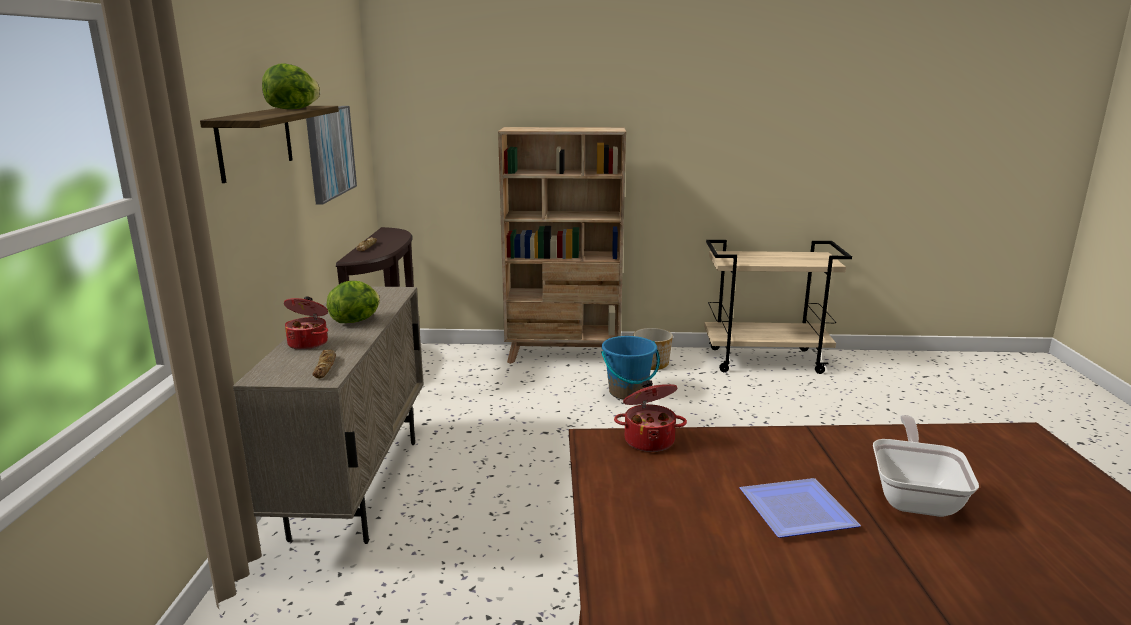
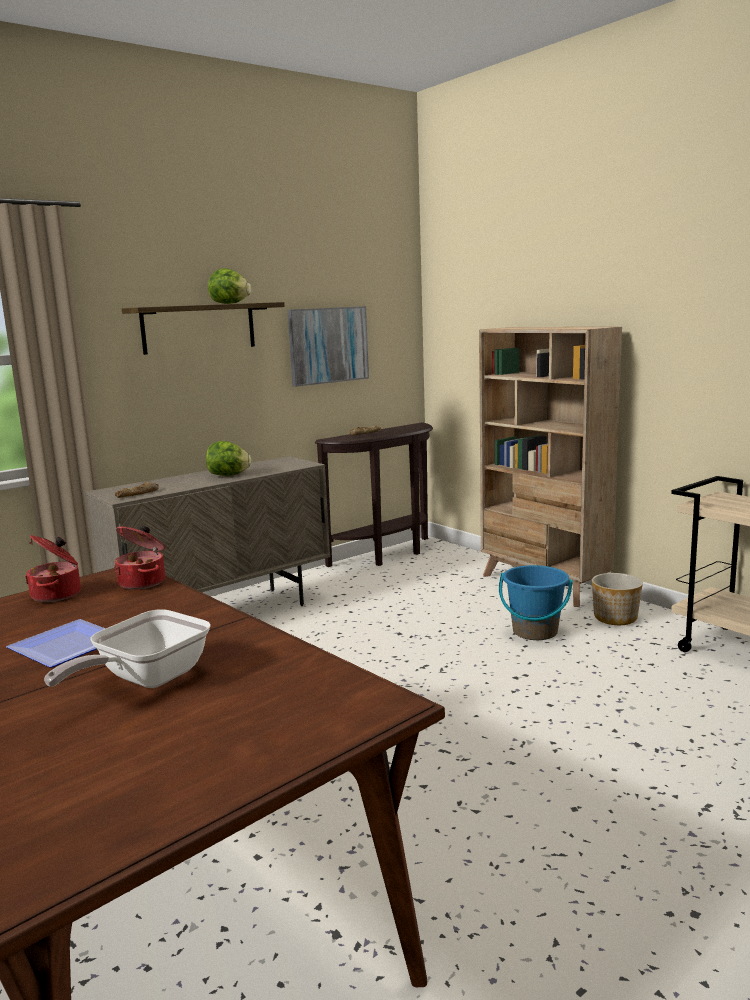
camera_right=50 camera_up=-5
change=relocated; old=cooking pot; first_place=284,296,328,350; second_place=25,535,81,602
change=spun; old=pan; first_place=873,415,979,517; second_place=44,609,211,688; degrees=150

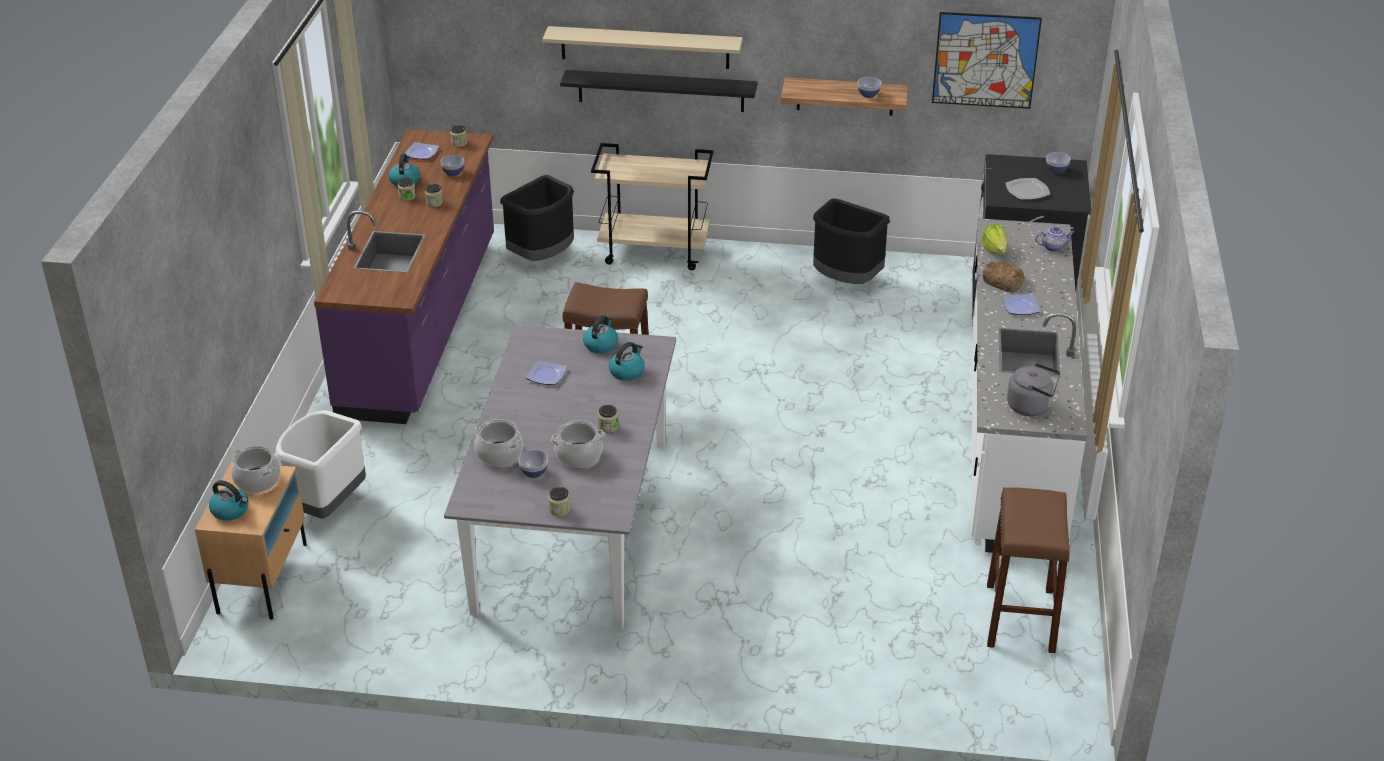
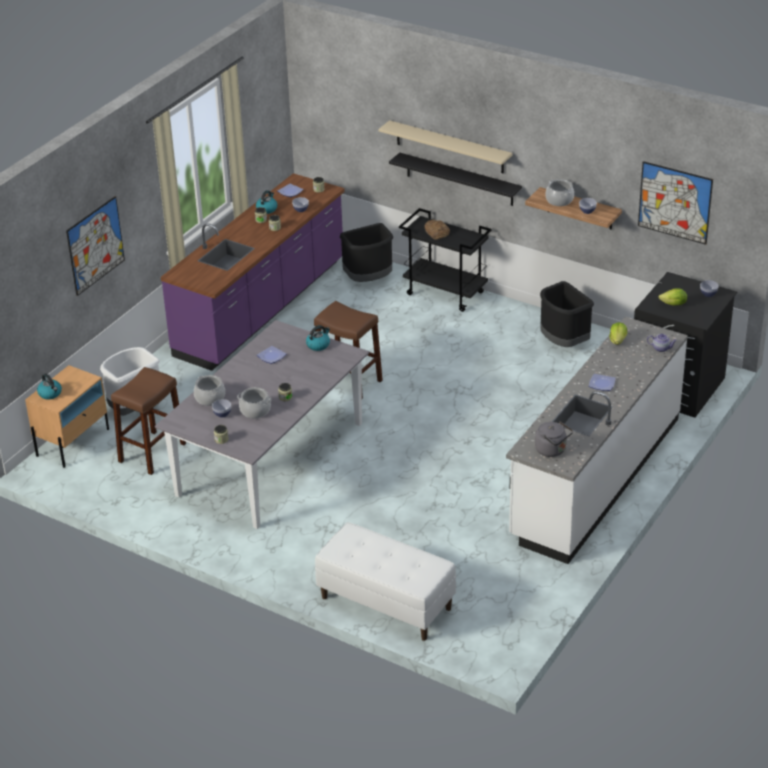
camera_right=25 camera_up=0
change=missing; old=water kettle; first_place=609,342,645,381
change=appeared; new=picture; second_place=66,196,125,296
change=appeared; new=white-coloured bench; second_place=315,522,456,641
change=relocated; old=cooking pot; first_place=231,446,281,493; second_place=545,179,574,206
change=relocated; old=baked bread; first_place=983,261,1024,292; second_place=424,219,450,240
change=relocated; old=brown sitting stool; first_place=987,488,1070,653; second_place=111,367,186,475
change=exchanged; old=dinner plate; new=lettuce head; first_place=1006,178,1050,199; second_place=658,288,687,306
change=colour; old=sand-coloured wheeled cart; new=black-coloured wheeled cart; first_place=591,143,714,270; second_place=399,208,492,312

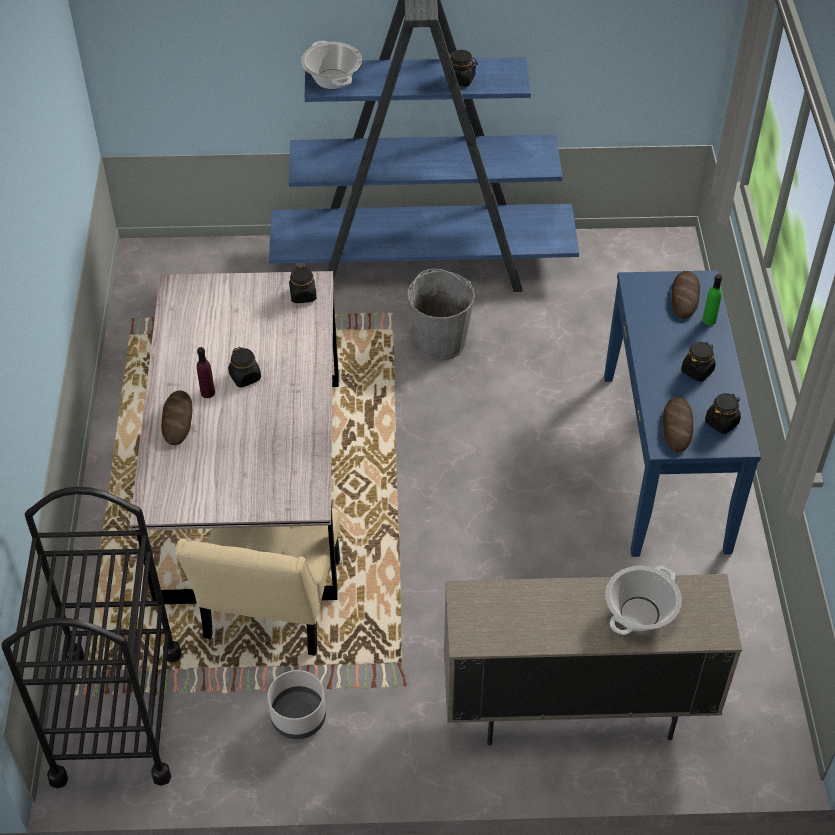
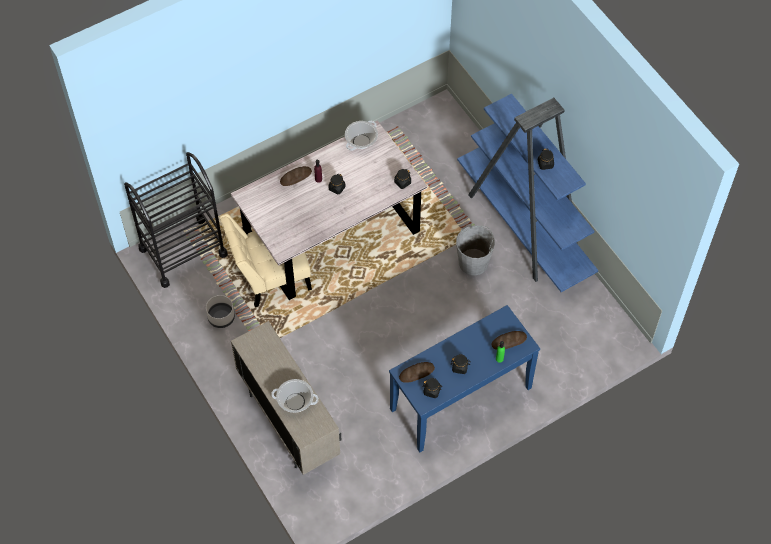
camera_right=60 camera_up=10
change=relocated; old=cooking pot; first_place=301,41,362,89; second_place=345,121,378,151

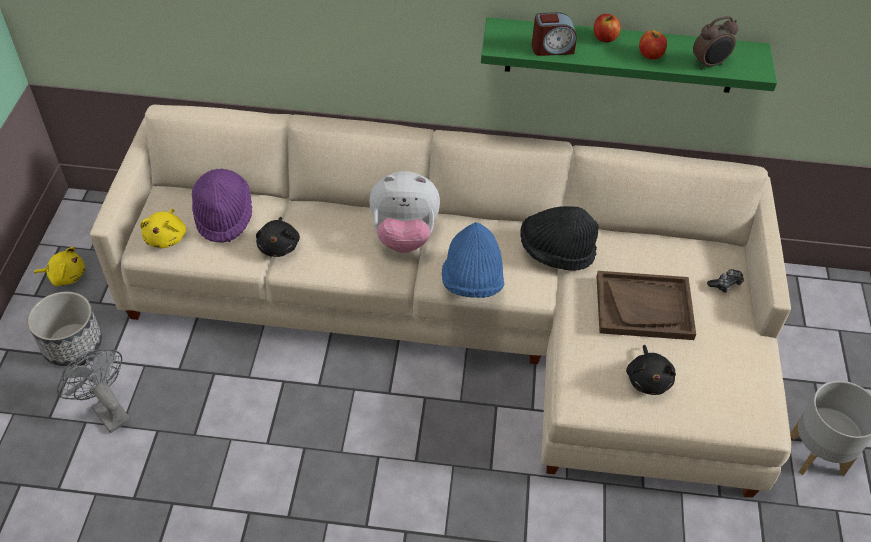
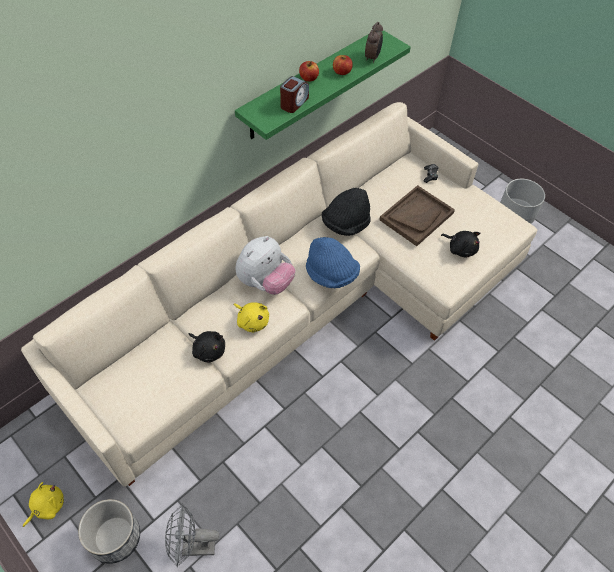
camera_right=-50 camera_up=5
change=missing; old=purple clothing hat; first_place=192,168,252,243
change=relocated; old=yellowish cuddly toy; first_place=140,209,187,248; second_place=234,302,269,332

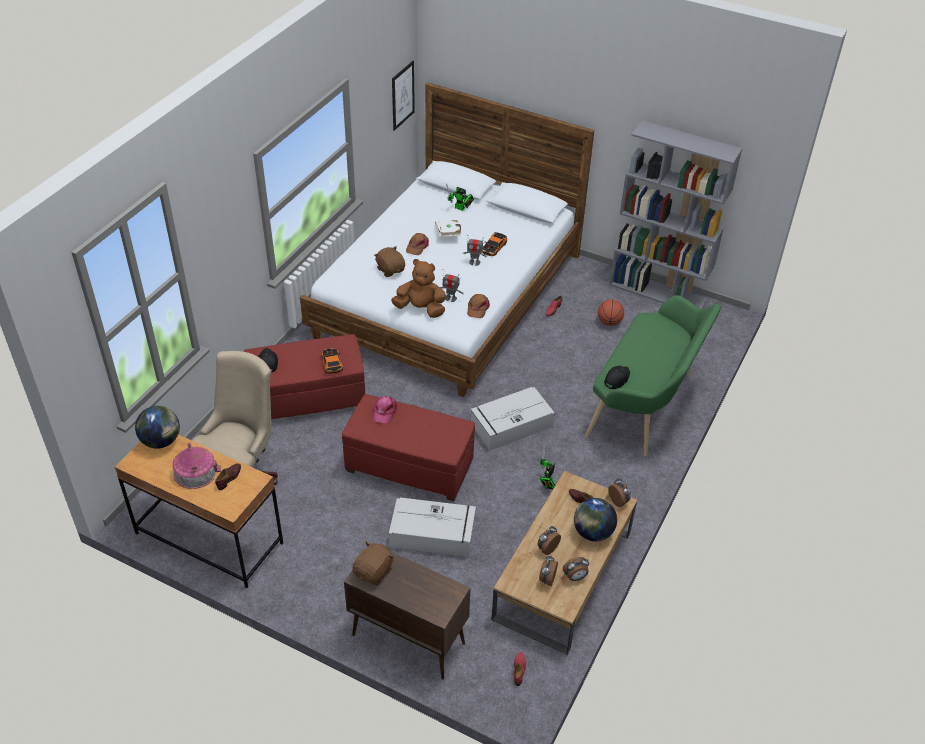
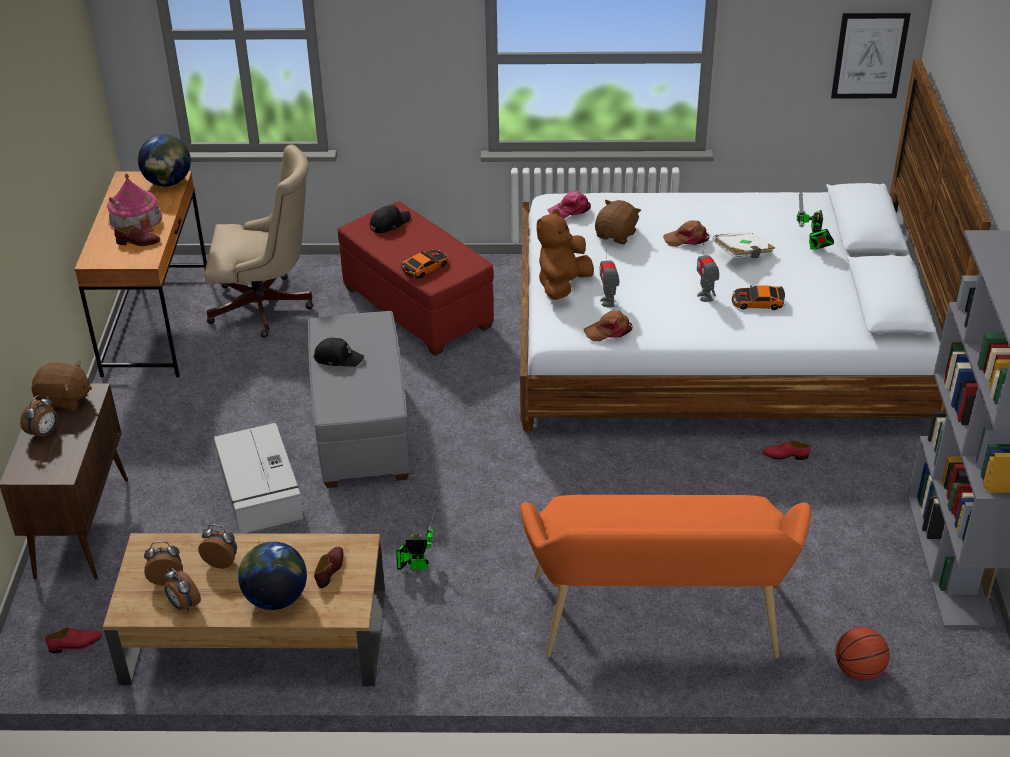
camera_right=65 camera_up=-5
change=missing; old=gray storage box; first_place=471,387,555,451
change=relocated; old=pinkish cap; first_place=373,396,397,423; second_place=547,191,591,219
change=relocated; old=ball for basketball; first_place=598,299,624,326; second_place=835,627,890,681
change=relocated; old=black-coloured cap; first_place=604,366,630,389; second_place=313,338,364,367
change=relocated; old=bedside clock; first_place=608,478,631,507; second_place=20,395,57,439
change=colour; old=red footrest; new=gray footrest; first_place=342,394,475,501; second_place=308,311,409,488
change=colour; old=greenish bench; new=orange-coloured bench; first_place=585,295,721,456; second_place=520,495,811,658
change=spun; old=brown cuddly toy; first_place=391,259,446,318; second_place=536,209,594,300; degrees=-135

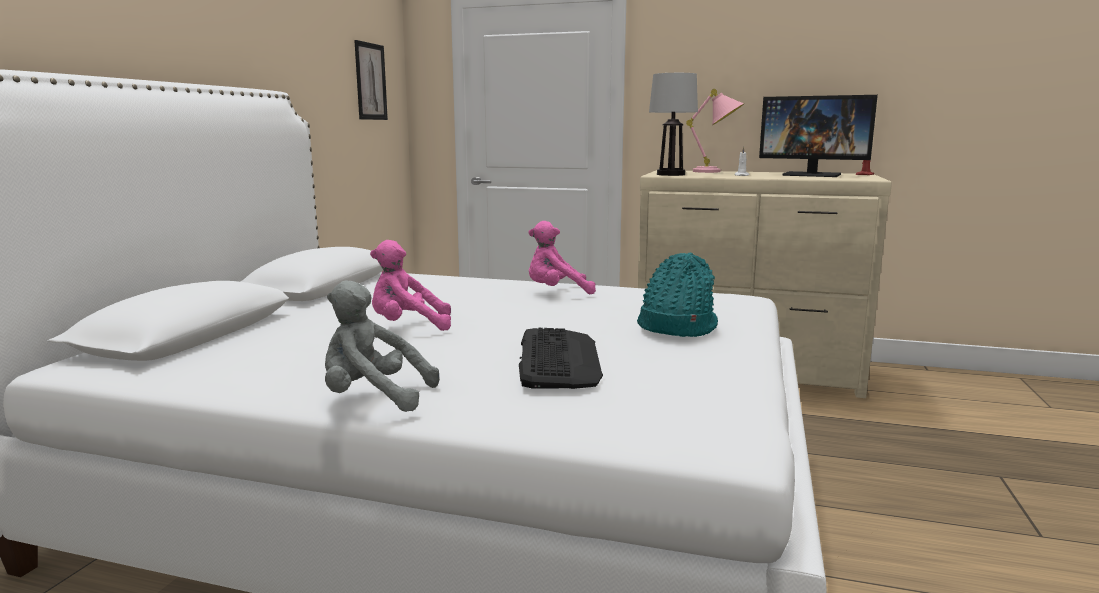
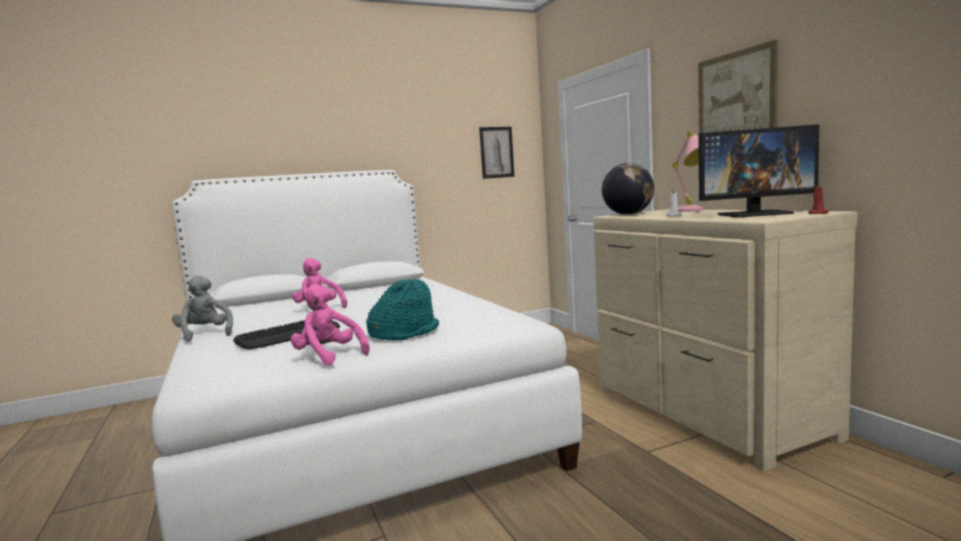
camera_right=50 camera_up=-5
change=appeared; new=picture; second_place=698,40,778,133
change=relocated; old=pinkish cuddly toy; first_place=528,221,596,294; second_place=291,284,370,365
change=exchanged; old=lamp for a table; new=desk globe; first_place=649,73,698,176; second_place=602,163,654,215
change=spun; old=computer display; first_place=759,95,878,177; second_place=698,124,819,217; degrees=-75

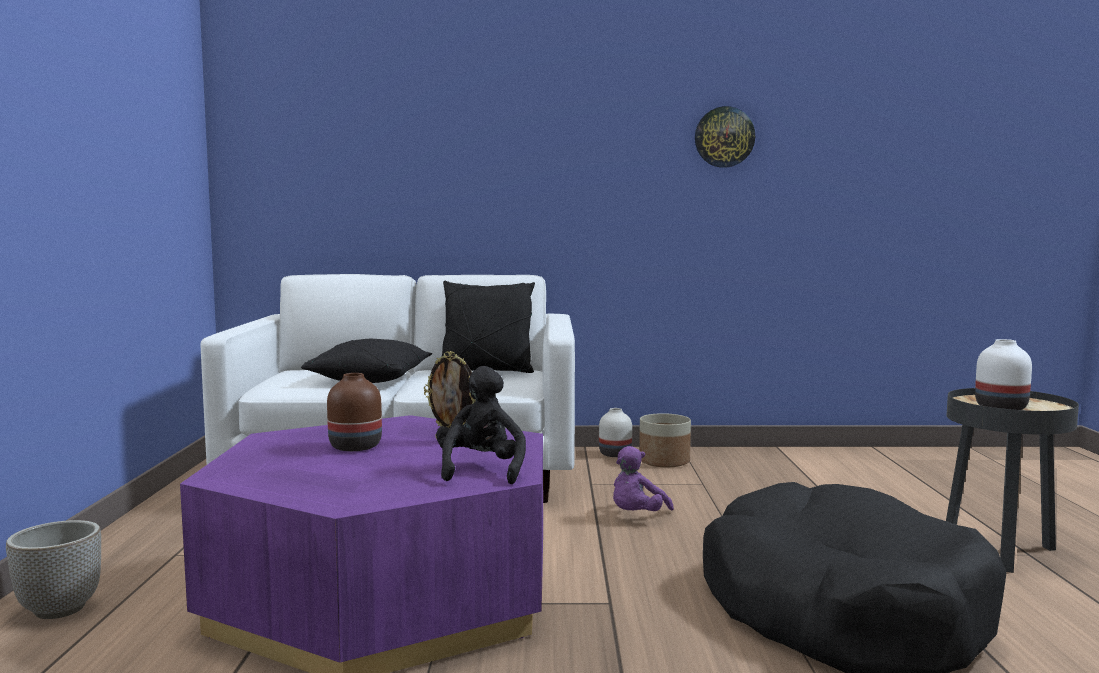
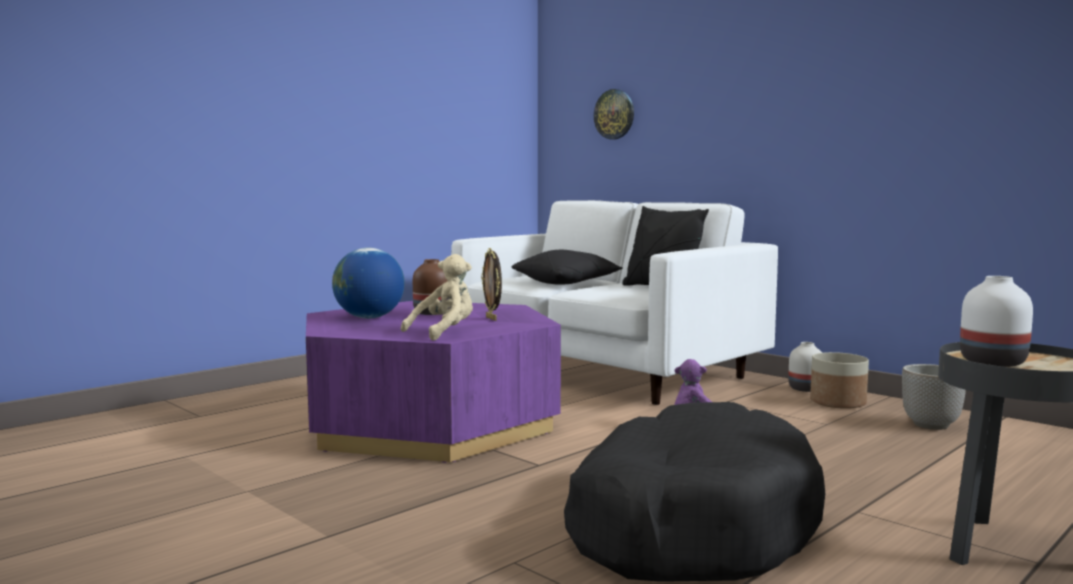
camera_right=45 camera_up=0
change=appeared; new=desk globe; second_place=332,248,405,319
change=relocated; old=plant pot; first_place=6,520,101,619; second_place=902,364,966,430
change=relocated; old=wall clock; first_place=695,106,755,168; second_place=594,89,634,140
change=colour; old=black-coloured cuddly toy; new=sand-coloured cuddly toy; first_place=436,366,526,484; second_place=401,254,473,341

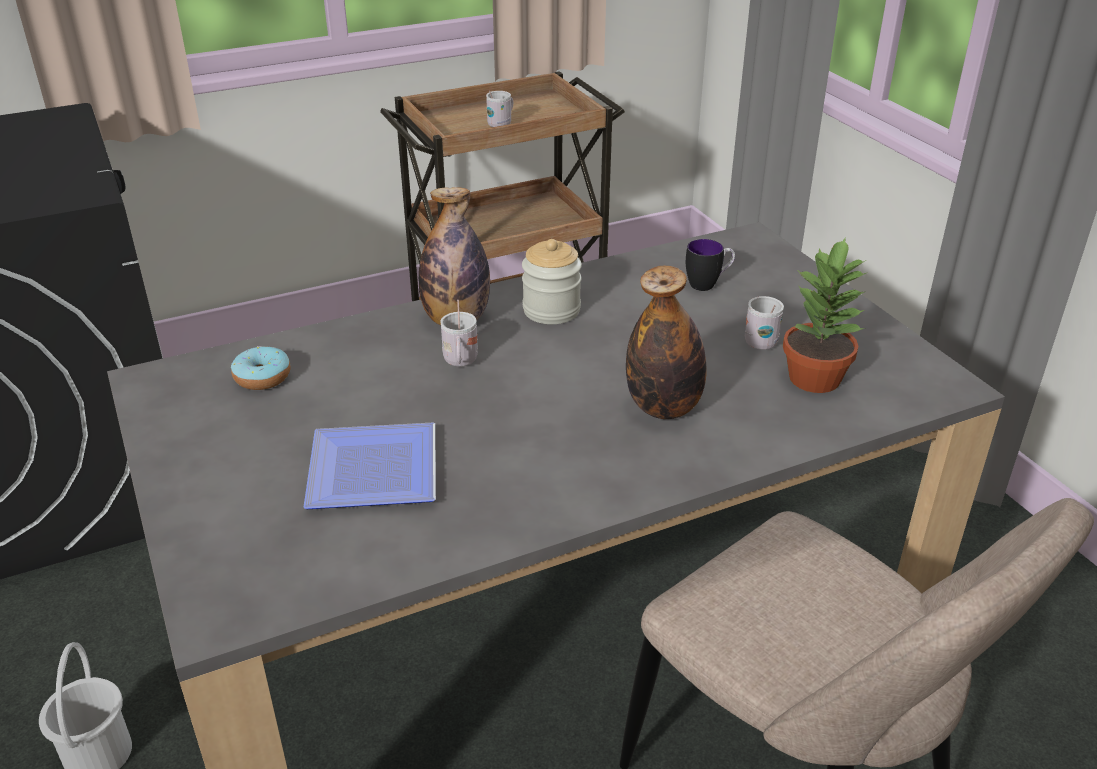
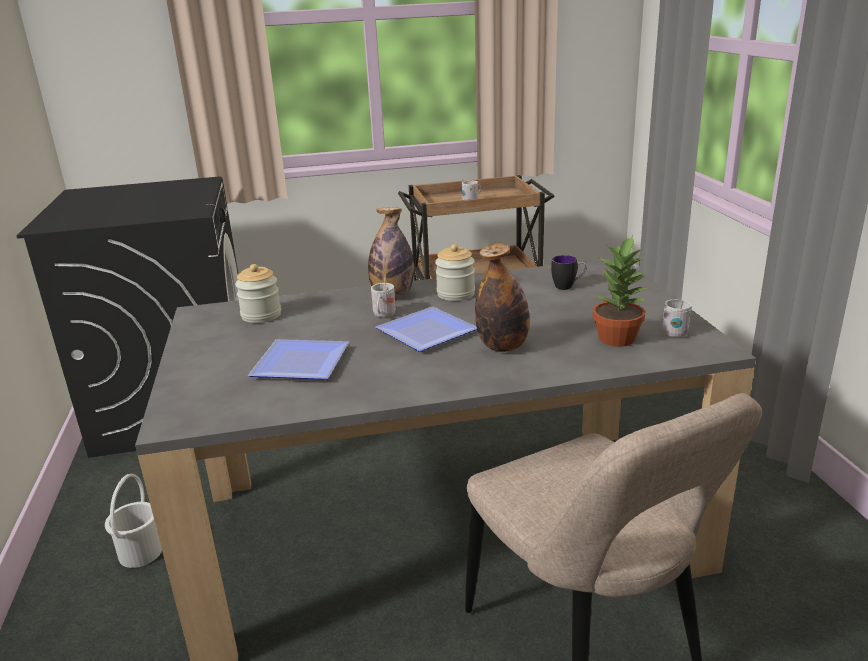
camera_right=15 camera_up=-10
change=appeared; new=dinner plate; second_place=375,307,477,352
change=relocated; old=white-coloured coffee mug; first_place=745,296,784,350; second_place=662,299,692,337
change=exchanged; old=ring doughnut; new=preserve jar; first_place=231,346,291,390; second_place=235,264,281,323

